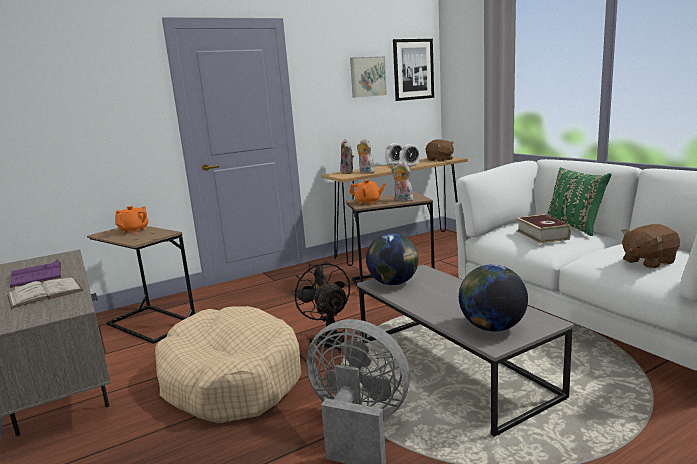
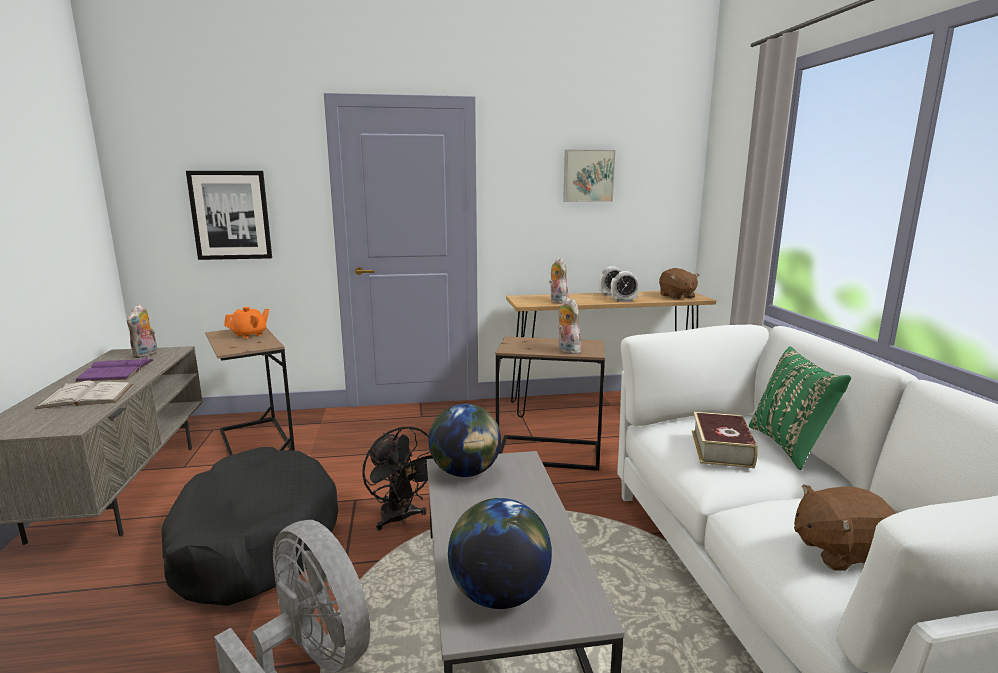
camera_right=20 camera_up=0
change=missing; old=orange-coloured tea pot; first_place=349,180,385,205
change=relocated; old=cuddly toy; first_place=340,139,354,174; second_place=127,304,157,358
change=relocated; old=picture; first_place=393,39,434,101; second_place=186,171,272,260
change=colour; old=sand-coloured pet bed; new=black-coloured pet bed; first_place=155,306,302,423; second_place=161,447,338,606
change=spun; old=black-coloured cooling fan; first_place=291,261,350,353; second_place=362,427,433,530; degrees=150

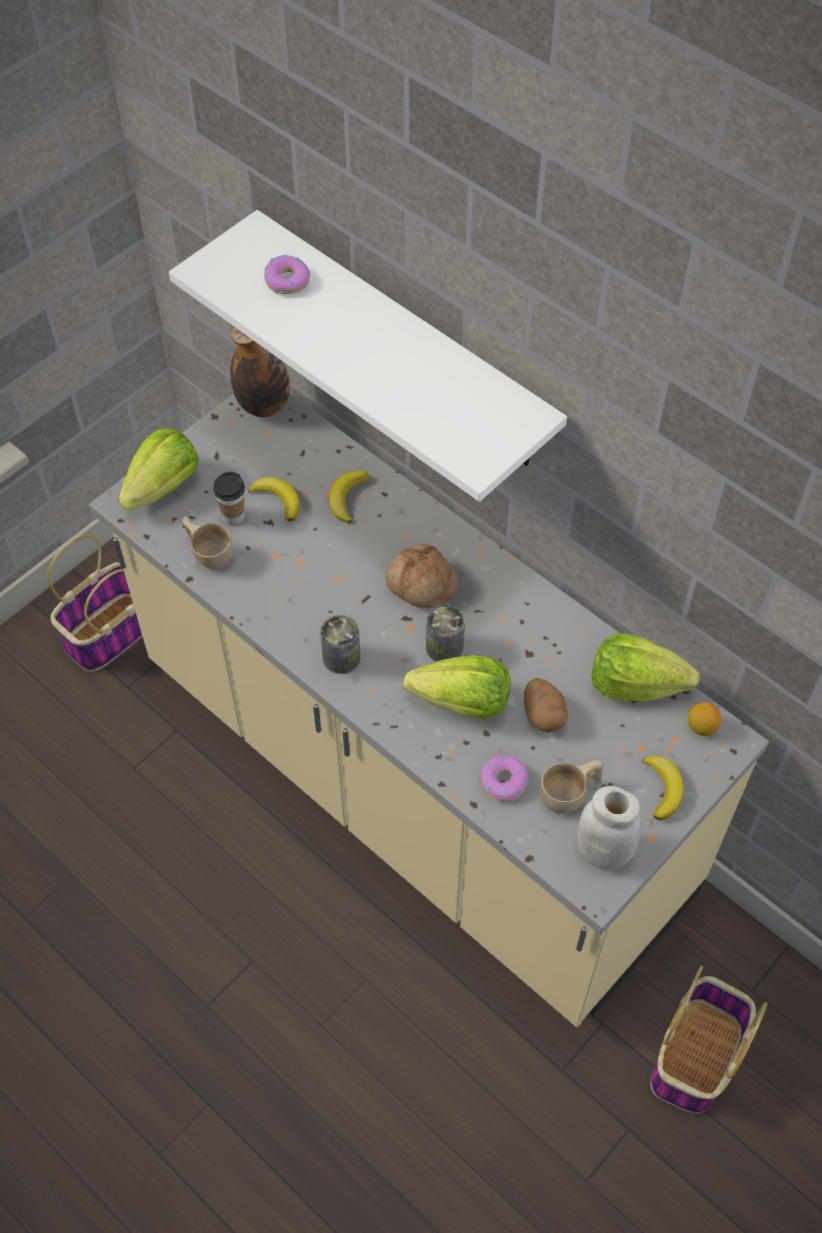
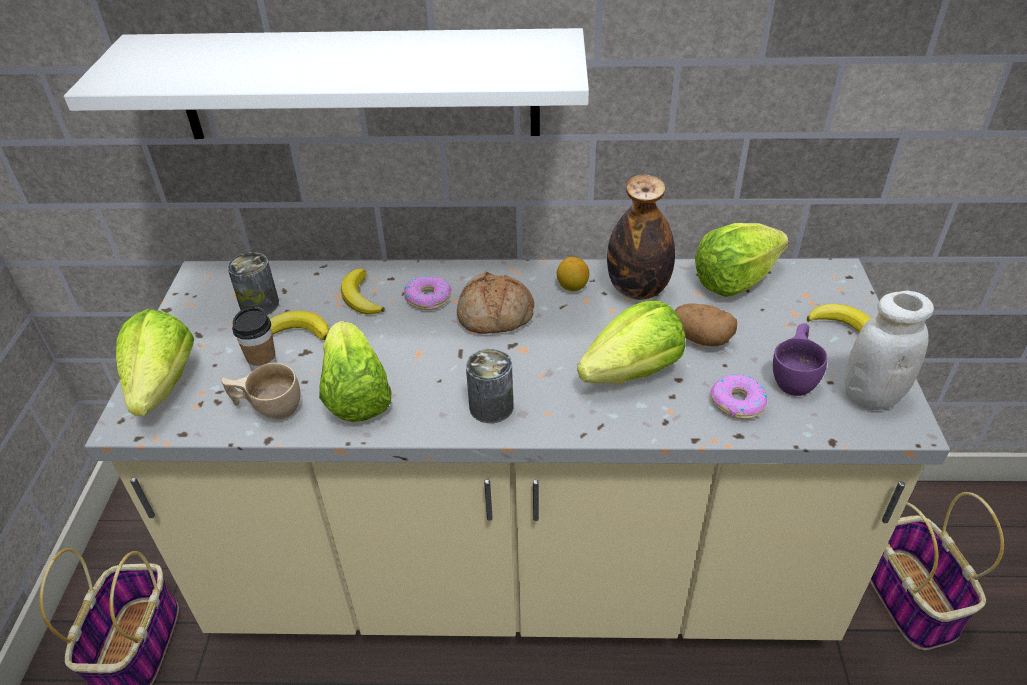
camera_right=-40 camera_up=-15
change=appeared; new=lettuce head; second_place=319,321,391,422
change=relocated; old=drink bottle; first_place=230,326,290,417; second_place=607,175,675,300
change=relocated; old=ring doughnut; first_place=264,255,310,294; second_place=404,275,452,310
change=relocated; old=sealed can; first_place=426,604,465,662; second_place=227,252,279,315
change=relocated; old=lemon; first_place=688,702,721,736; second_place=557,257,589,291
change=colour; old=sand-coloured cup; new=purple cup; first_place=540,760,603,814; second_place=773,323,827,396

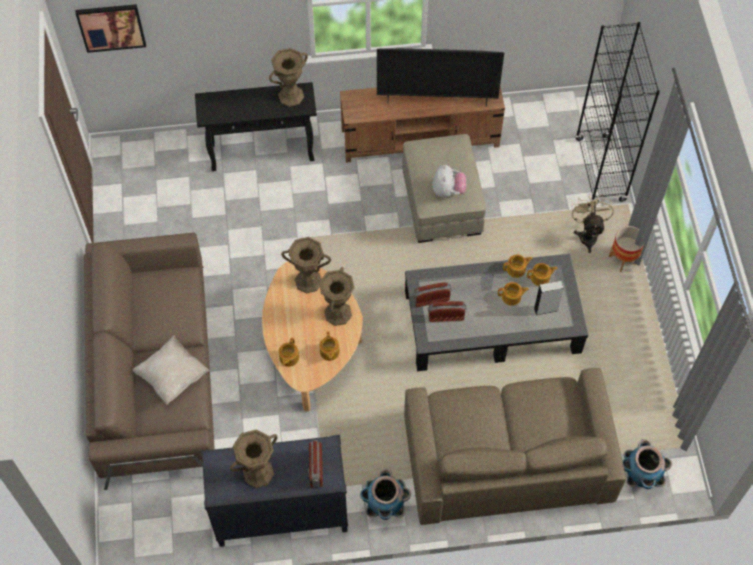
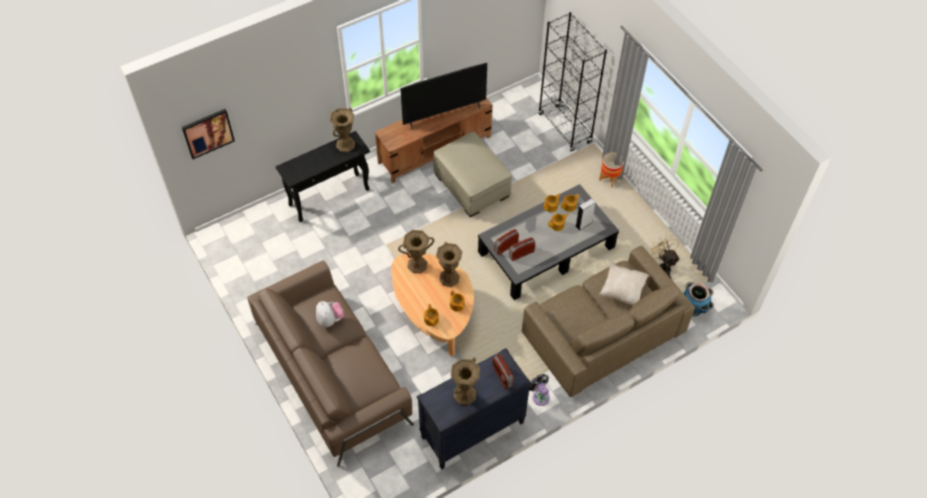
camera_right=-25 camera_up=-5
change=relocated; old=sand-coloured cushion; first_place=132,335,210,405; second_place=599,263,649,305
change=relocated; old=cuddly toy; first_place=432,165,466,198; second_place=316,301,344,327
change=relocated; old=sand-coloured cooling fan; first_place=572,195,614,253; second_place=648,234,680,278
change=exchanged; old=plant pot; new=black-coloured cooling fan; first_place=360,469,411,520; second_place=529,374,550,406

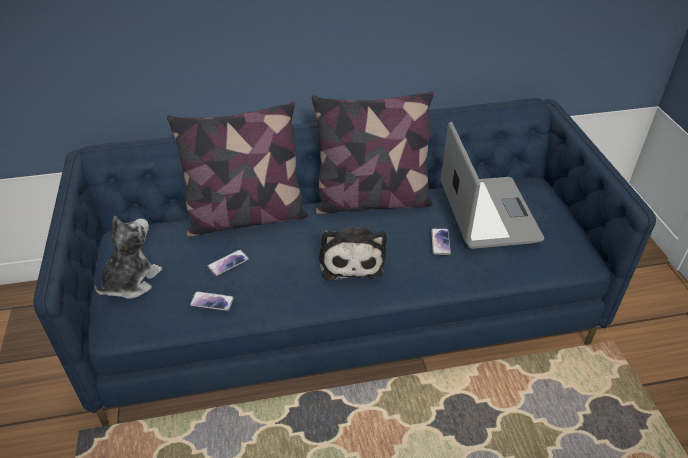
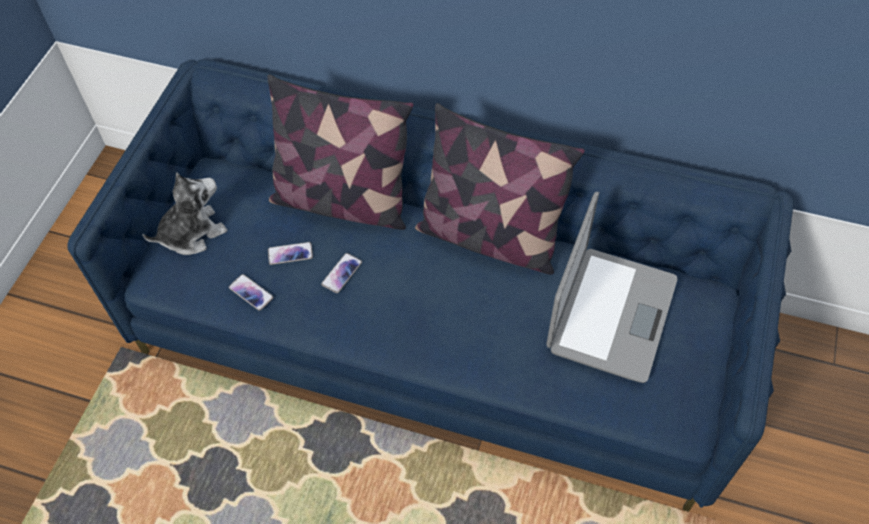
camera_right=30 camera_up=15
change=missing; old=cuddly toy; first_place=319,227,387,281
change=relocated; old=handset; first_place=431,228,451,255; second_place=321,253,362,293

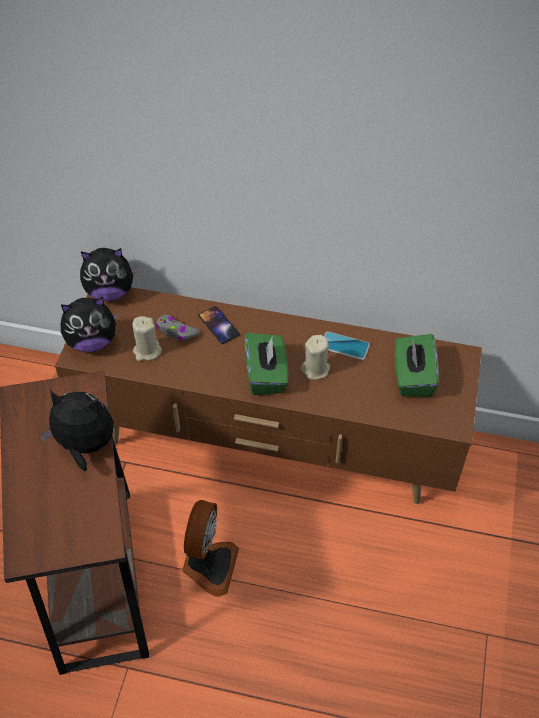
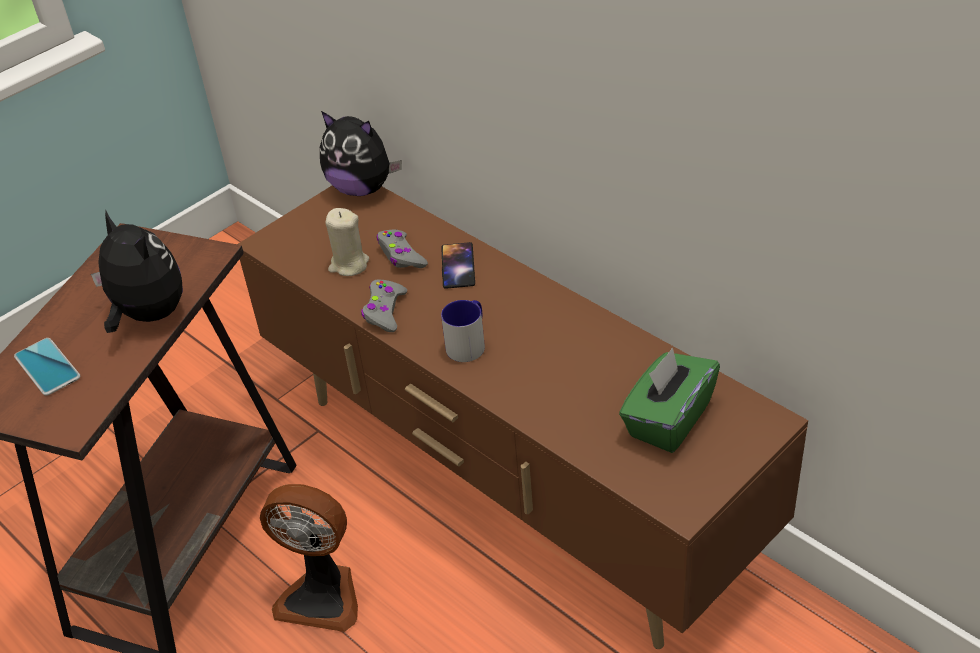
camera_right=35 camera_up=-10
change=missing; old=cuddly toy; first_place=61,297,118,352
change=missing; old=sand-coloured wax light; first_place=301,335,330,380
change=appeared; new=gray game controller; second_place=361,279,407,332
change=relocated; old=handset; first_place=324,331,370,360; second_place=14,338,80,396
change=exchanged; old=greenish tissue holder; new=coffee mug; first_place=245,333,288,395; second_place=441,300,485,362
change=spun; old=cooling fan; first_place=182,500,239,597; second_place=260,484,358,632; degrees=60

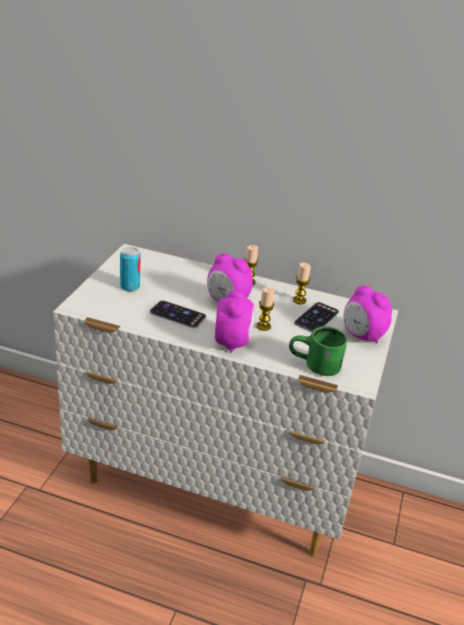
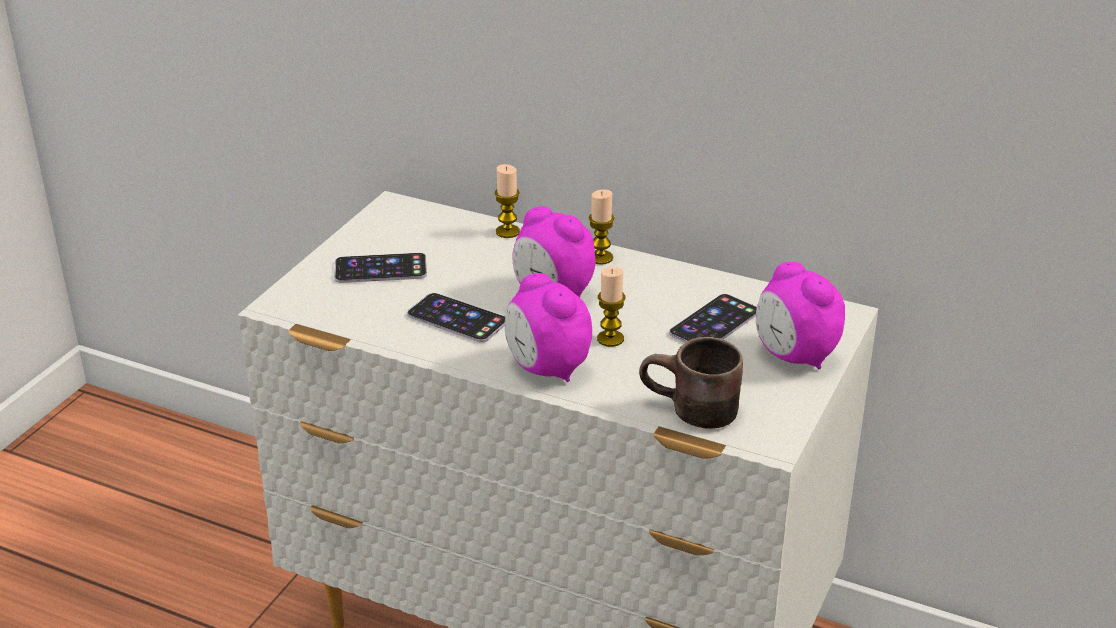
camera_right=10 camera_up=0
change=relocated; old=wax light; first_place=293,263,311,304; second_place=495,164,520,238
change=exchanged; old=sealed can; new=handset; first_place=120,247,141,291; second_place=334,253,427,283
change=colour; old=greenish coffee mug; new=brown coffee mug; first_place=289,326,347,376; second_place=639,337,743,429
change=spun; old=bedside clock; first_place=215,290,254,353; second_place=505,273,592,382; degrees=135

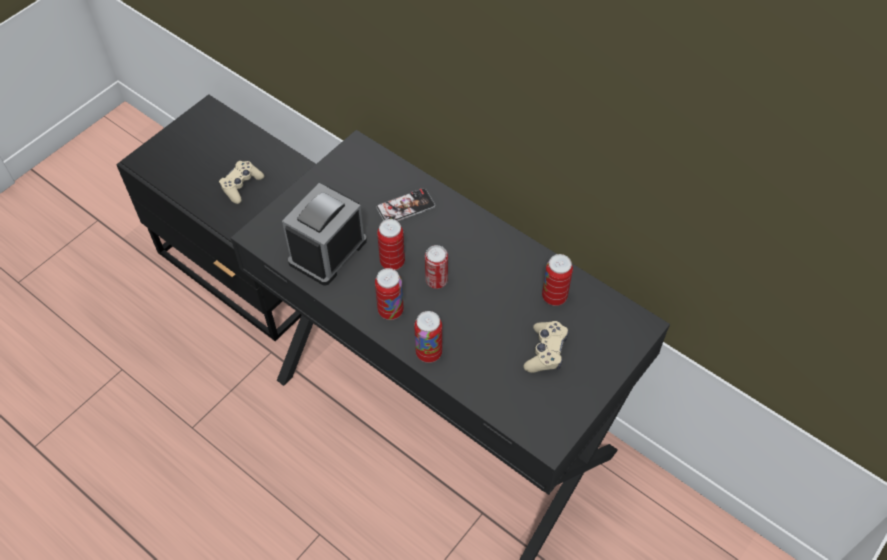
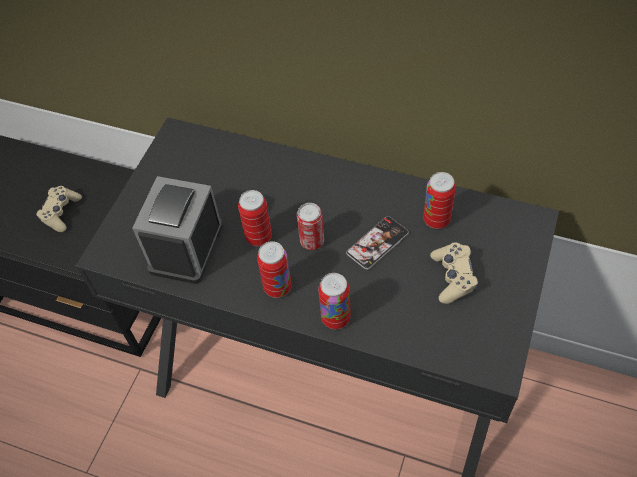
camera_right=-15 camera_up=0
change=relocated; old=handset; first_place=376,189,435,221; second_place=346,216,409,270

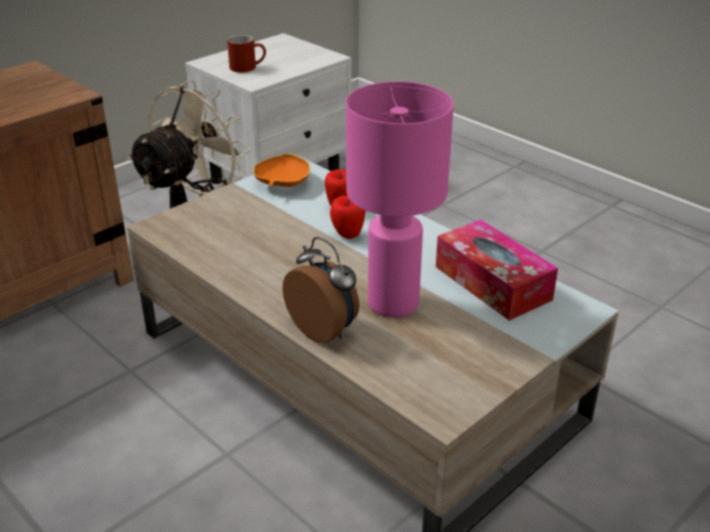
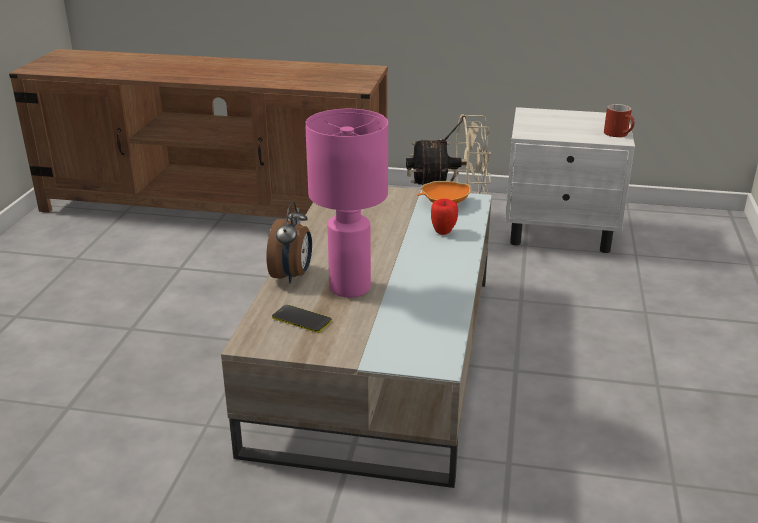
camera_right=55 camera_up=-5
change=missing; old=whole apple; first_place=330,195,366,239
change=missing; old=tissue holder; first_place=436,220,558,321
change=appeared; new=handset; second_place=272,304,332,333
change=relocated; old=red coffee mug; first_place=227,35,266,73; second_place=604,104,635,137

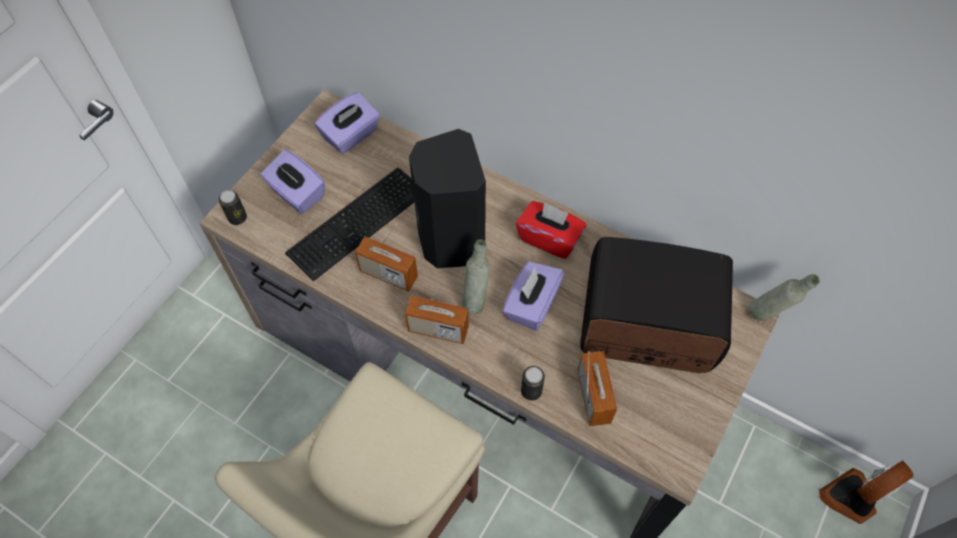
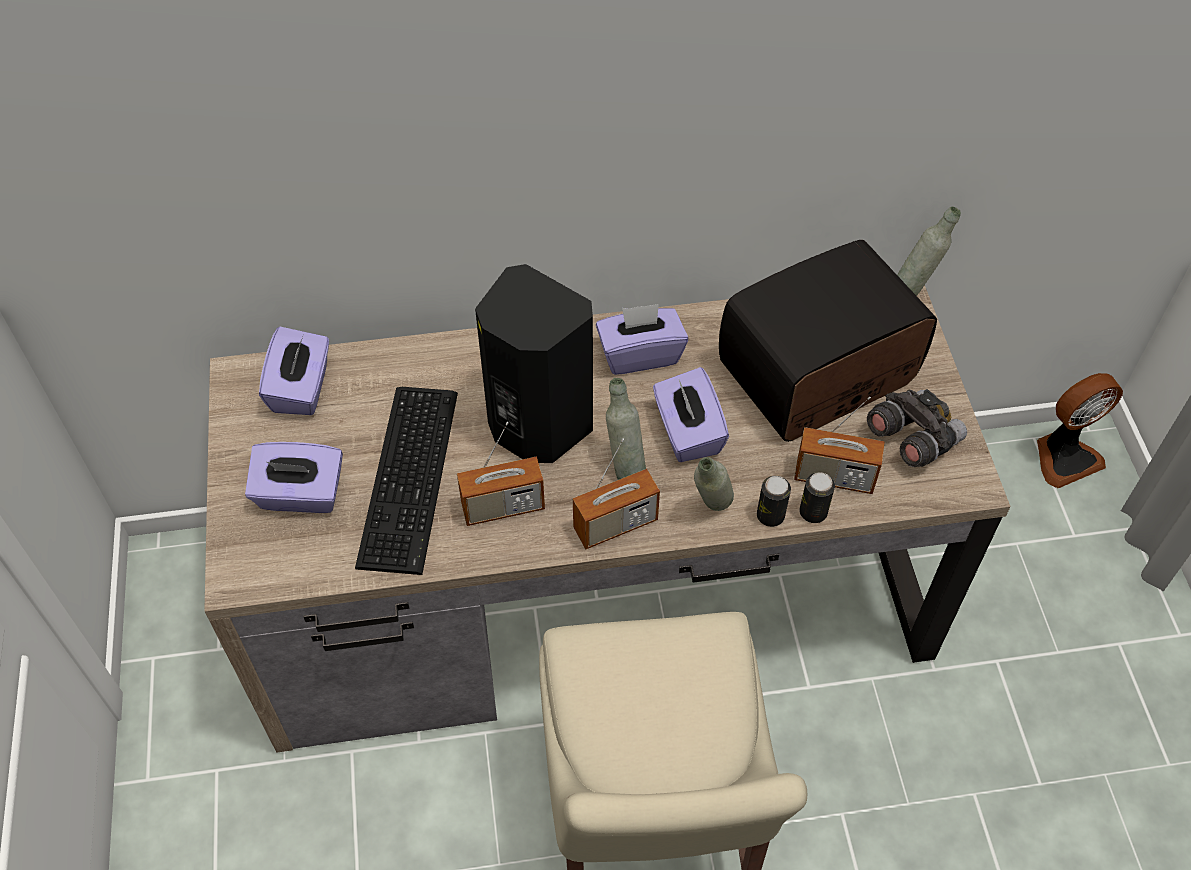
camera_right=-40 camera_up=-5
change=appeared; new=gray drink bottle; second_place=694,457,734,511
change=appeared; new=gray binoculars; second_place=867,389,967,467
change=relocated; old=sealed can; first_place=219,190,247,225; second_place=799,472,835,523
change=colour; old=red tissue holder; new=purple tissue holder; first_place=516,201,586,259; second_place=596,304,688,375
change=spun; old=radio; first_place=578,351,617,426; second_place=794,397,884,494; degrees=150
change=spun; old=cooling fan; first_place=819,460,913,524; second_place=1037,373,1123,488; degrees=-135

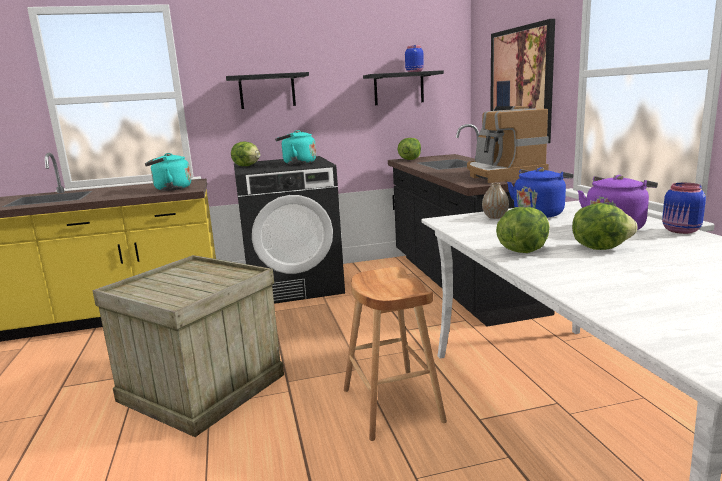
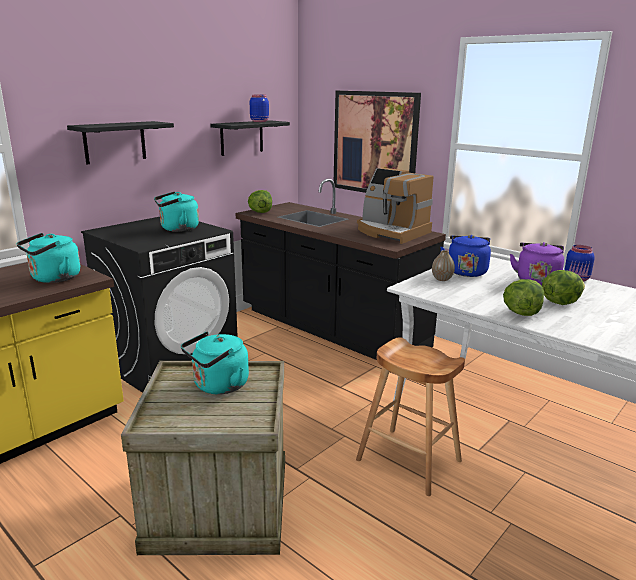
camera_right=-35 camera_up=5
change=missing; old=lettuce head; first_place=231,142,260,166
change=appeared; new=turquoise water kettle; second_place=181,332,249,394

